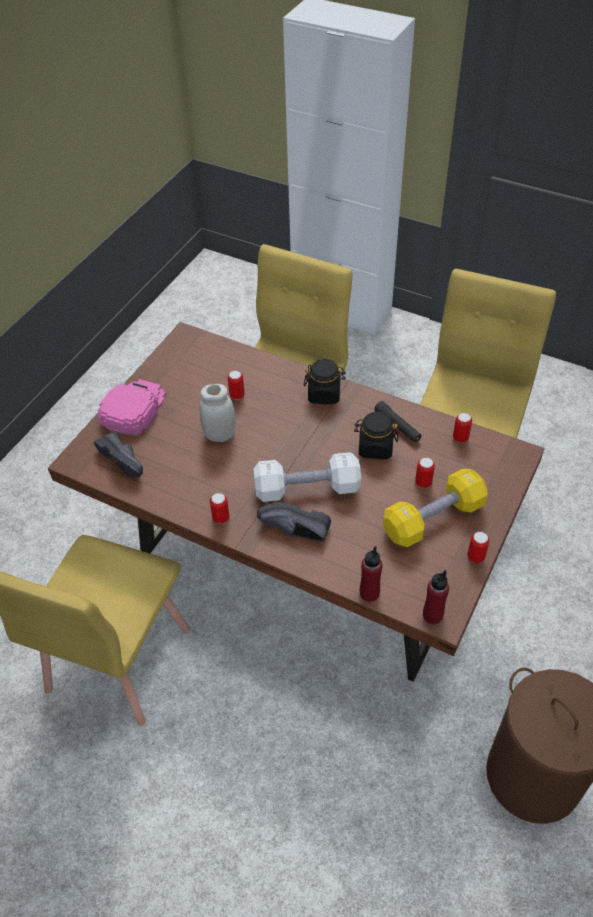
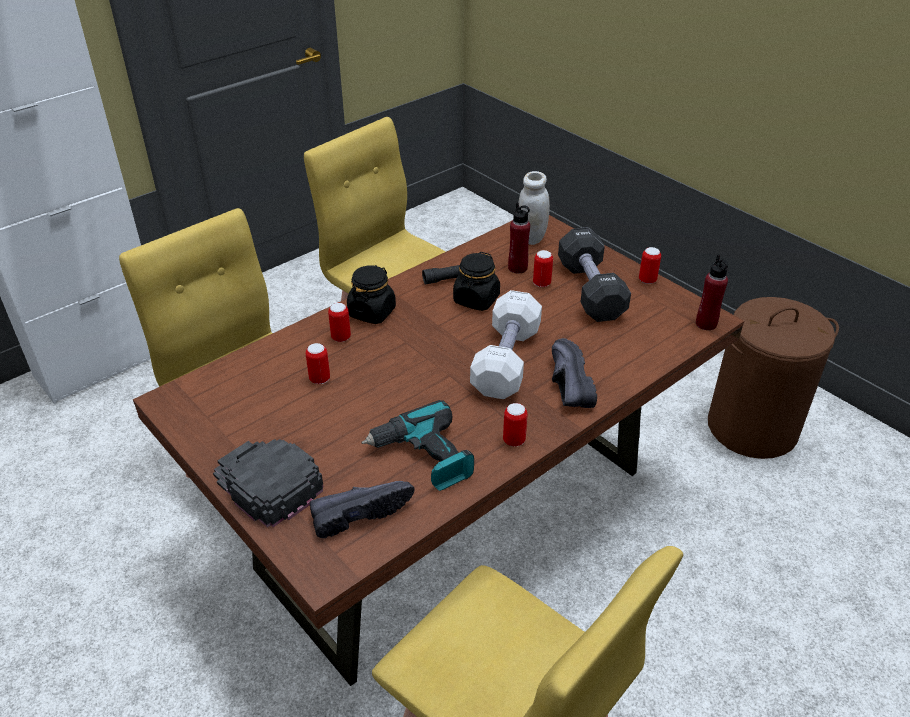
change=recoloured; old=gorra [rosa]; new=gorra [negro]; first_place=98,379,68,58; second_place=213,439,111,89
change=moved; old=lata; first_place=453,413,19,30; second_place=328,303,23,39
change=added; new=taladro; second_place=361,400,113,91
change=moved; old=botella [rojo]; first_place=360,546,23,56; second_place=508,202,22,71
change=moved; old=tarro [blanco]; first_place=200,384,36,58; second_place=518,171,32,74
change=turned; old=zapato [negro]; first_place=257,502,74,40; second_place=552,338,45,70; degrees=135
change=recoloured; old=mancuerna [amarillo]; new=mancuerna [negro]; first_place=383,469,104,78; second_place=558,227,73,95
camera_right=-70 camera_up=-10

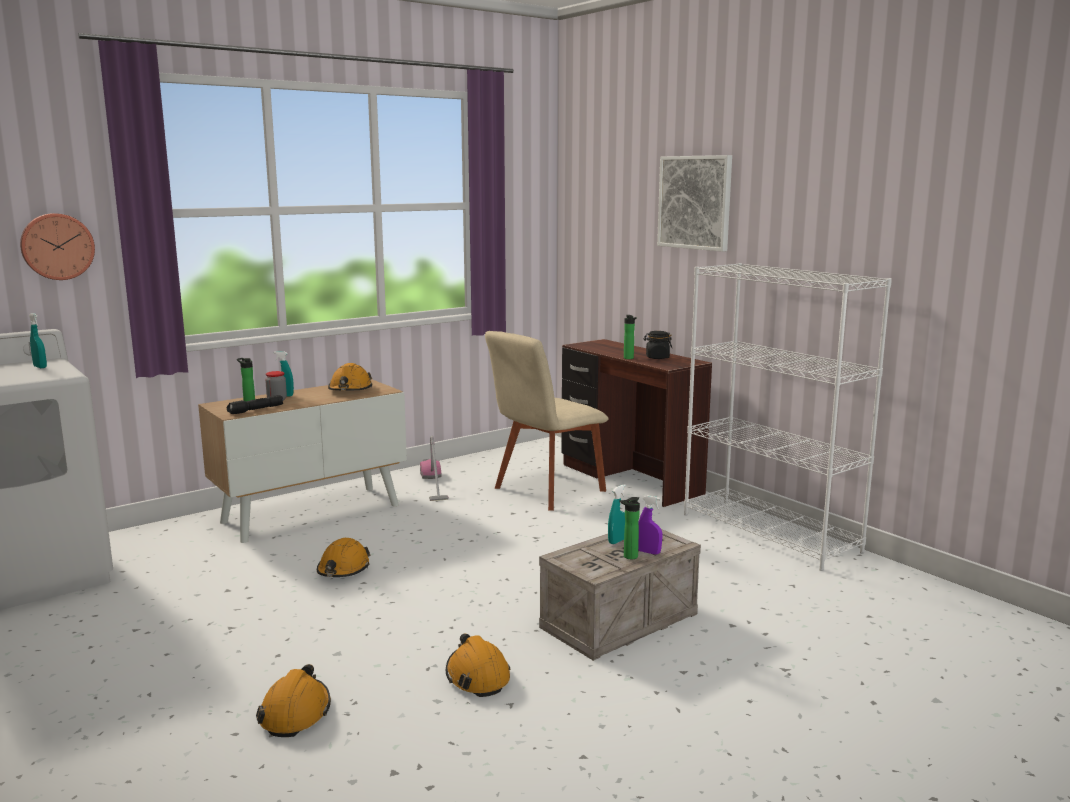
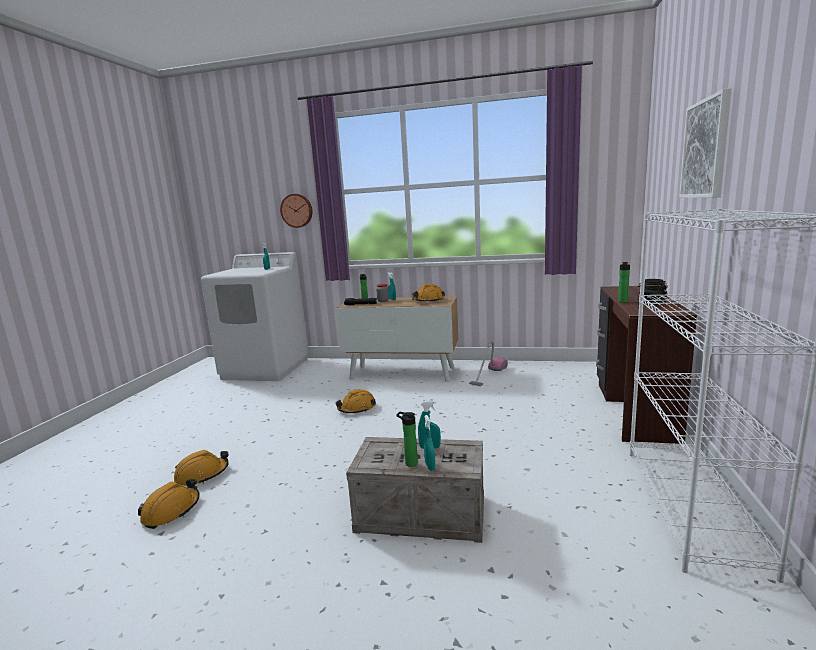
change=moved; old=casco [naranja]; first_place=446,634,65,63; second_place=138,479,62,50
change=recoloured; old=pulverizador [morado]; new=pulverizador [turquesa]; first_place=638,495,25,59; second_place=424,415,11,56
change=removed; old=silla [beis]; first_place=485,331,124,180
camera_right=50 camera_up=0

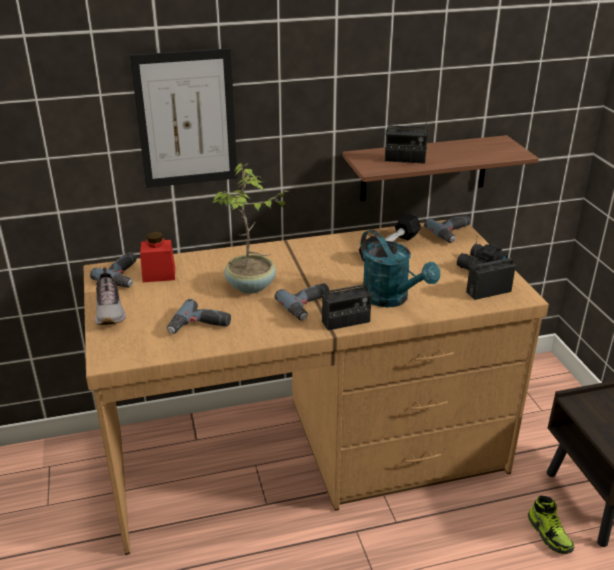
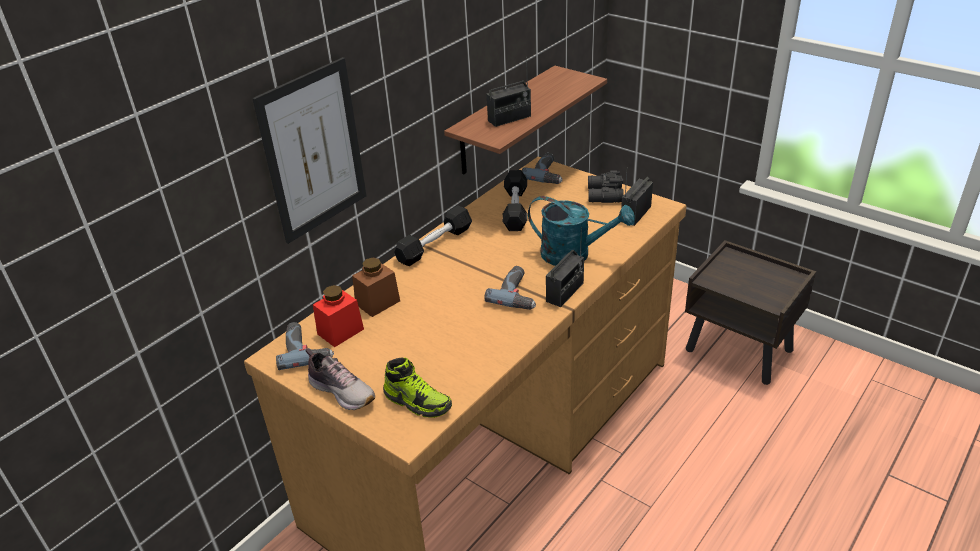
change=added; new=tarro [marrón]; second_place=352,258,48,59
change=moved; old=zapato; first_place=528,496,47,58; second_place=383,357,69,61
change=added; new=mancuerna [negro]; second_place=394,205,78,61
change=removed; old=taladro; first_place=167,299,64,35
change=removed; old=planta en maceta; first_place=212,163,78,131
camera_right=-35 camera_up=5

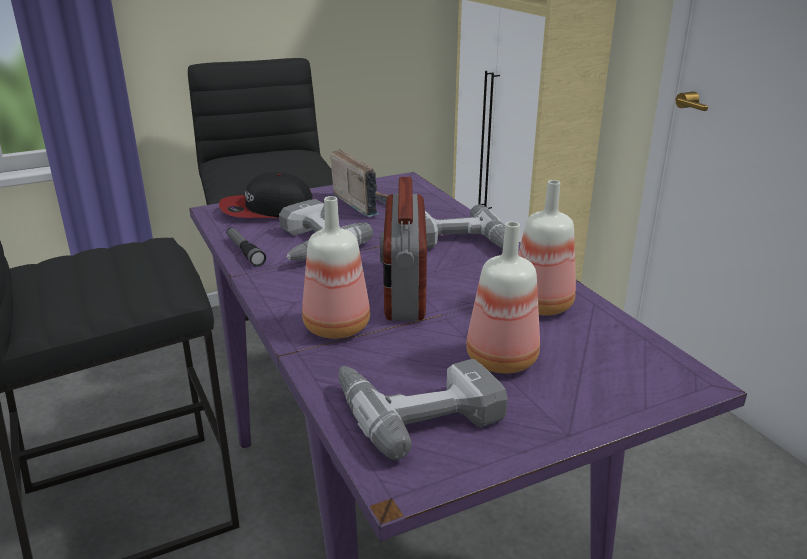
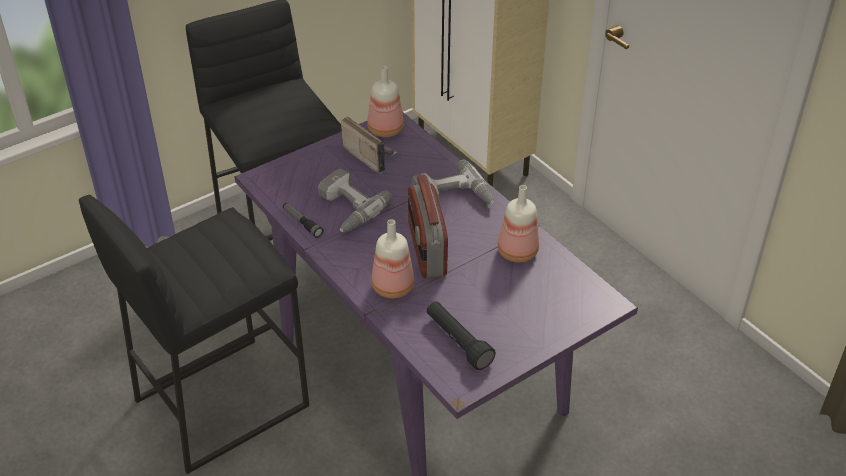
change=moved; old=botella; first_place=466,221,74,153; second_place=367,66,37,71
change=replaced; old=taladro; new=linterna [negro]; first_place=338,359,170,101; second_place=426,301,70,69
change=removed; old=gorra; first_place=219,172,93,46
camera_right=-10 camera_up=15

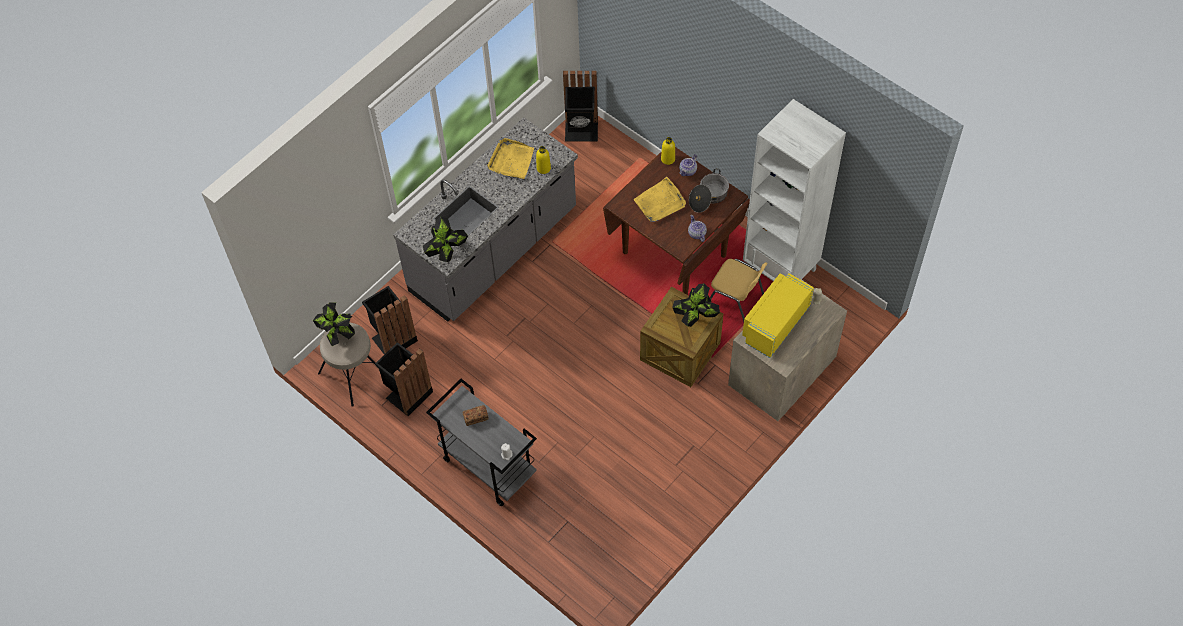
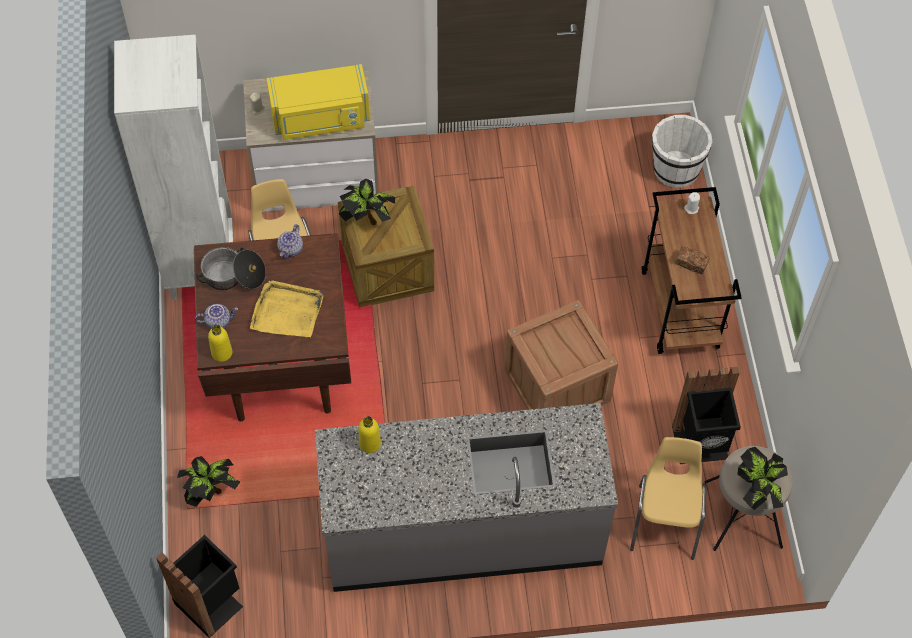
change=moved; old=planta en maceta; first_place=423,217,45,45; second_place=177,456,64,51
change=added; new=caja de embalaje; second_place=504,300,114,110
change=replaced; old=papelera [negro]; new=silla [amarillo]; first_place=362,286,56,69; second_place=630,437,76,123
change=recoloured; old=carrito [gris]; new=carrito [marrón]; first_place=426,379,111,127; second_place=642,187,100,167
change=added; new=cubo [blanco]; second_place=652,115,60,73
change=removed; old=bandeja [amarillo]; first_place=487,138,47,41
camera_right=-140 camera_up=0

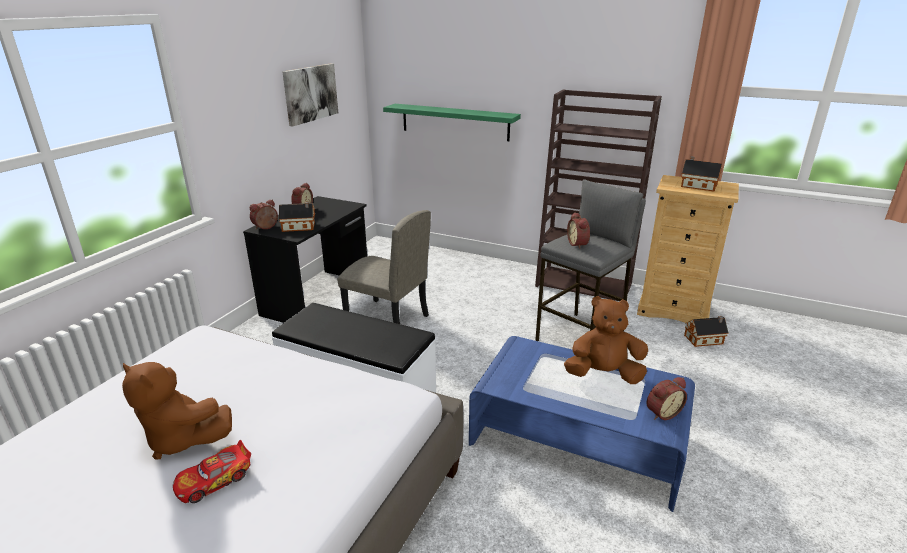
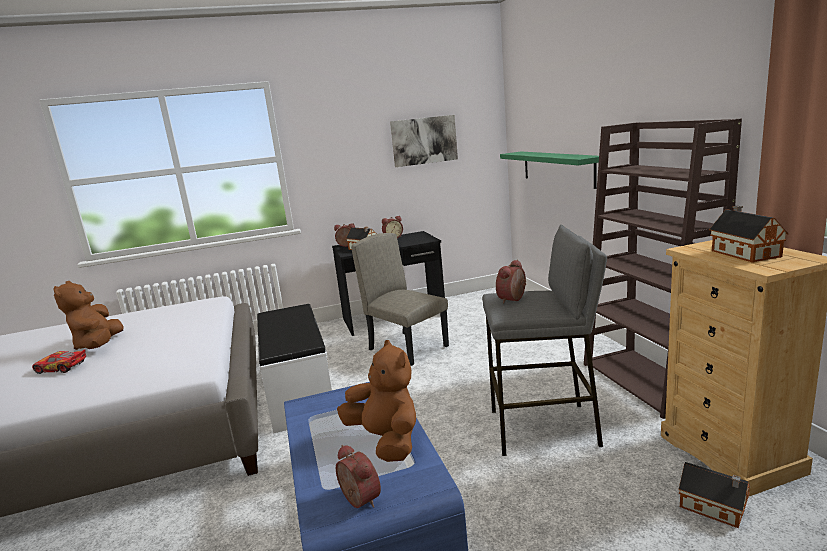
change=turned; old=despertador; first_place=647,377,40,43; second_place=336,445,45,63; degrees=-150
change=turned; old=silla [beis]; first_place=337,210,94,114; second_place=351,233,98,133; degrees=150
camera_right=50 camera_up=-10

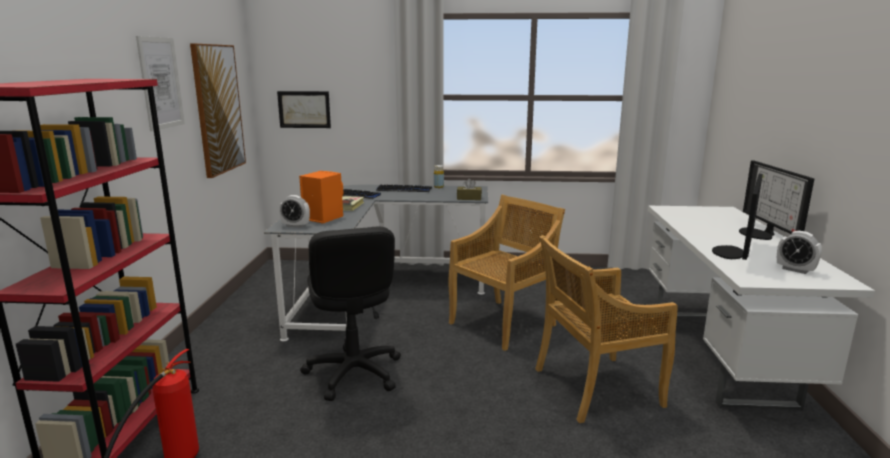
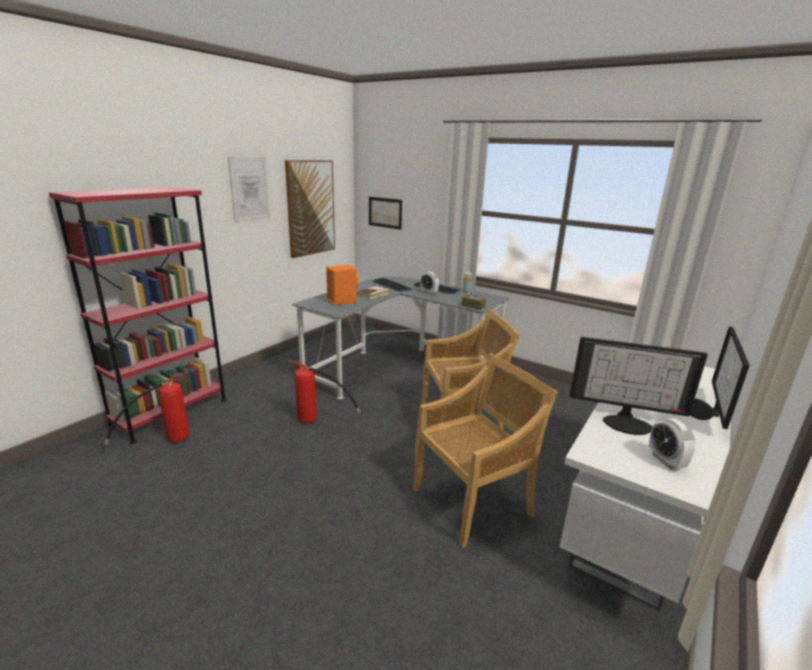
change=replaced; old=silla de oficina [negro]; new=extintor; first_place=300,227,101,174; second_place=288,360,72,64
change=turned; old=silla [beis]; first_place=535,235,143,188; second_place=413,353,145,195; degrees=135
change=moved; old=despertador; first_place=279,195,31,33; second_place=420,272,19,23
change=turned; old=monitor; first_place=712,174,51,86; second_place=570,337,138,98; degrees=-135
camera_right=30 camera_up=5

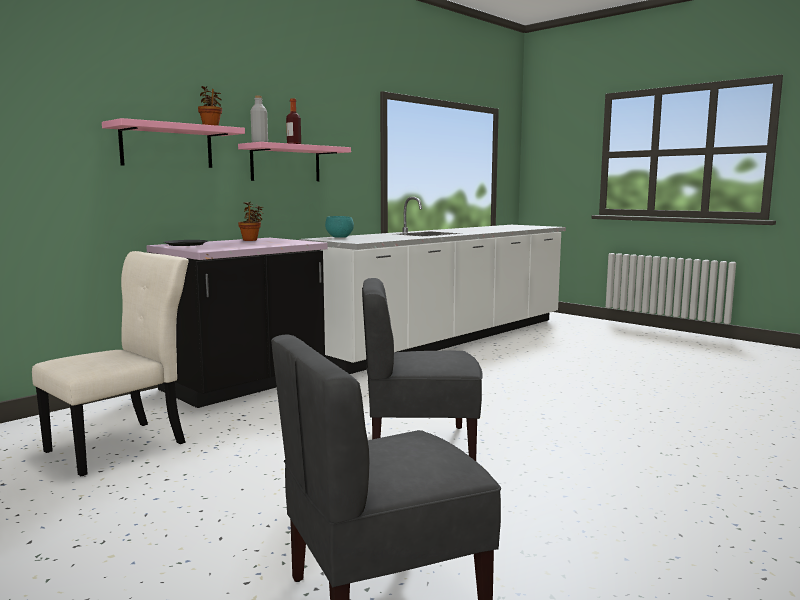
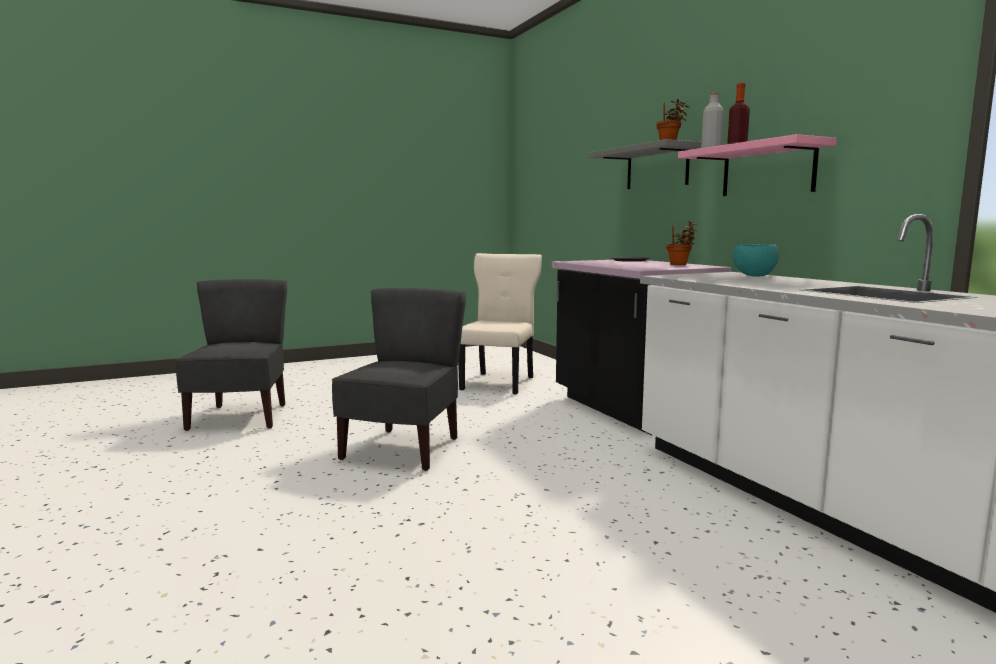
change=turned; old=silla [beis]; first_place=32,251,157,225; second_place=458,253,84,142; degrees=-135
change=recoloured; old=estante [rosa]; new=estante [gris]; first_place=102,118,143,50; second_place=589,139,112,50
camera_right=110 camera_up=0

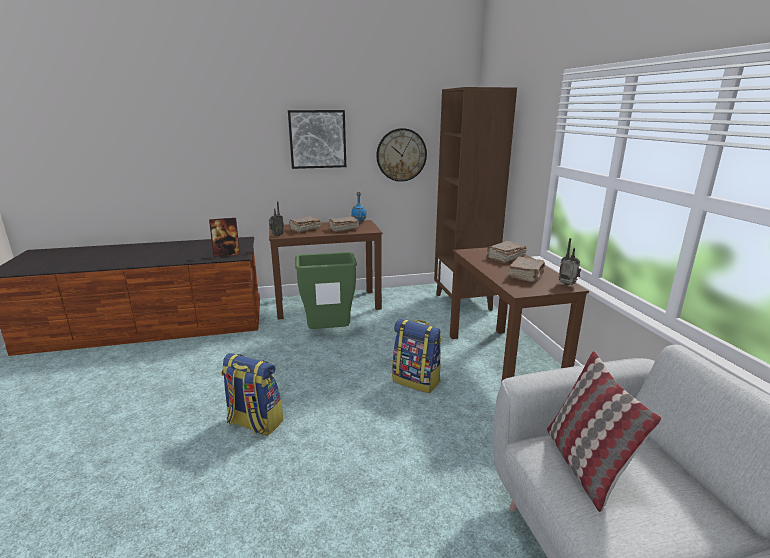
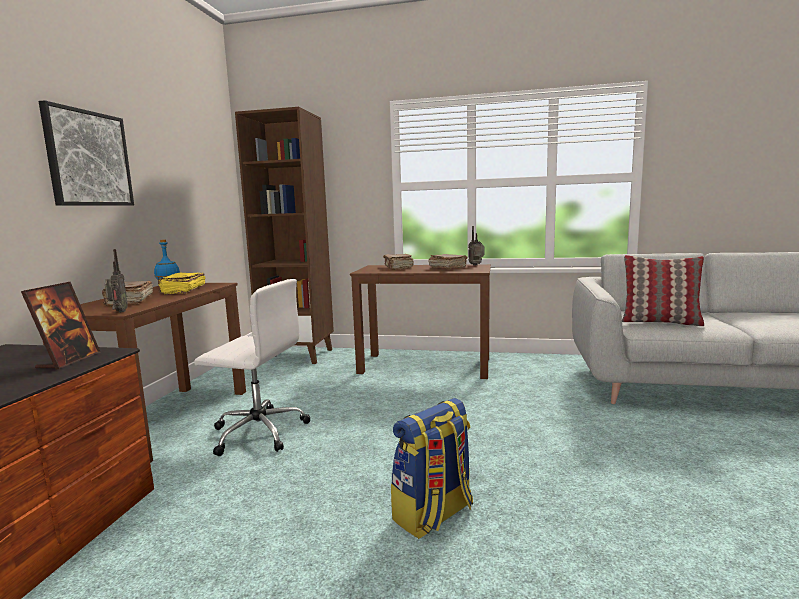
change=recoloured; old=libro [marrón]; new=libro [amarillo]; first_place=329,217,30,15; second_place=158,273,47,21
change=replaced; old=papelera [verde]; new=silla de oficina [blanco]; first_place=295,252,62,77; second_place=194,279,116,177
change=removed; old=reloj de pared; first_place=376,128,51,54
change=removed; old=mochila; first_place=392,319,50,74
camera_right=-65 camera_up=-10

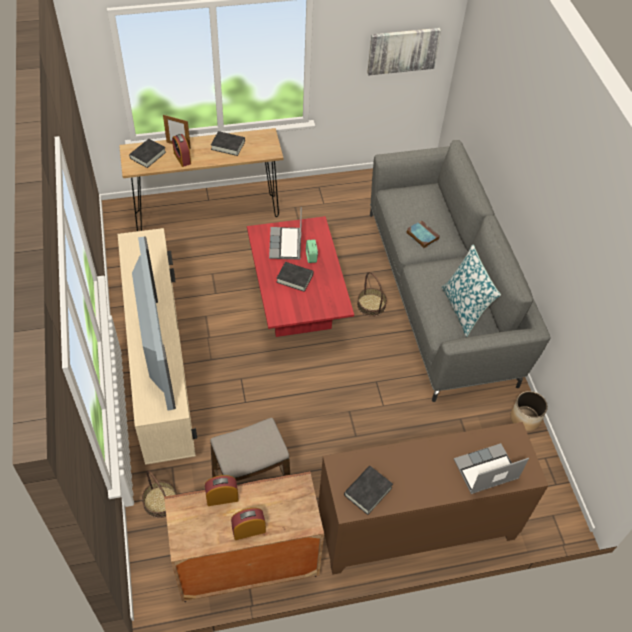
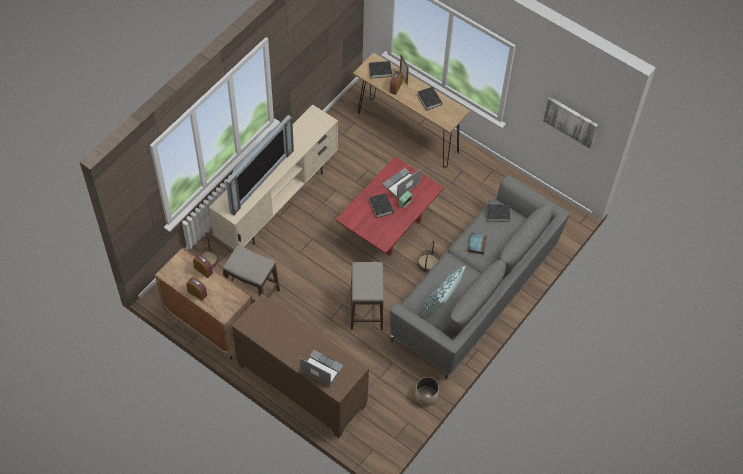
change=added; new=taburete; second_place=351,262,33,68
change=moved; old=libro [negro]; first_place=344,466,49,49; second_place=487,204,23,18
camera_right=50 camera_up=5

